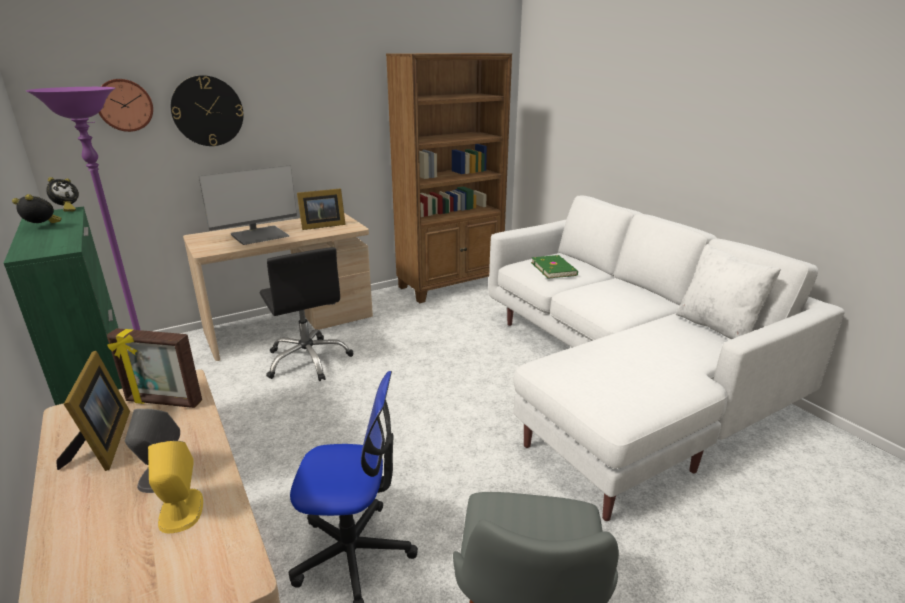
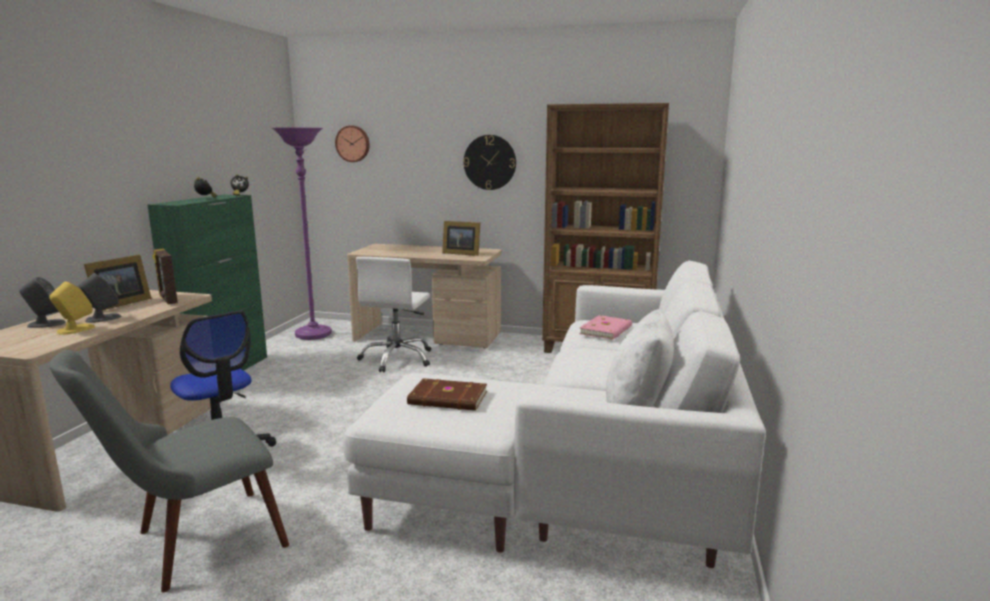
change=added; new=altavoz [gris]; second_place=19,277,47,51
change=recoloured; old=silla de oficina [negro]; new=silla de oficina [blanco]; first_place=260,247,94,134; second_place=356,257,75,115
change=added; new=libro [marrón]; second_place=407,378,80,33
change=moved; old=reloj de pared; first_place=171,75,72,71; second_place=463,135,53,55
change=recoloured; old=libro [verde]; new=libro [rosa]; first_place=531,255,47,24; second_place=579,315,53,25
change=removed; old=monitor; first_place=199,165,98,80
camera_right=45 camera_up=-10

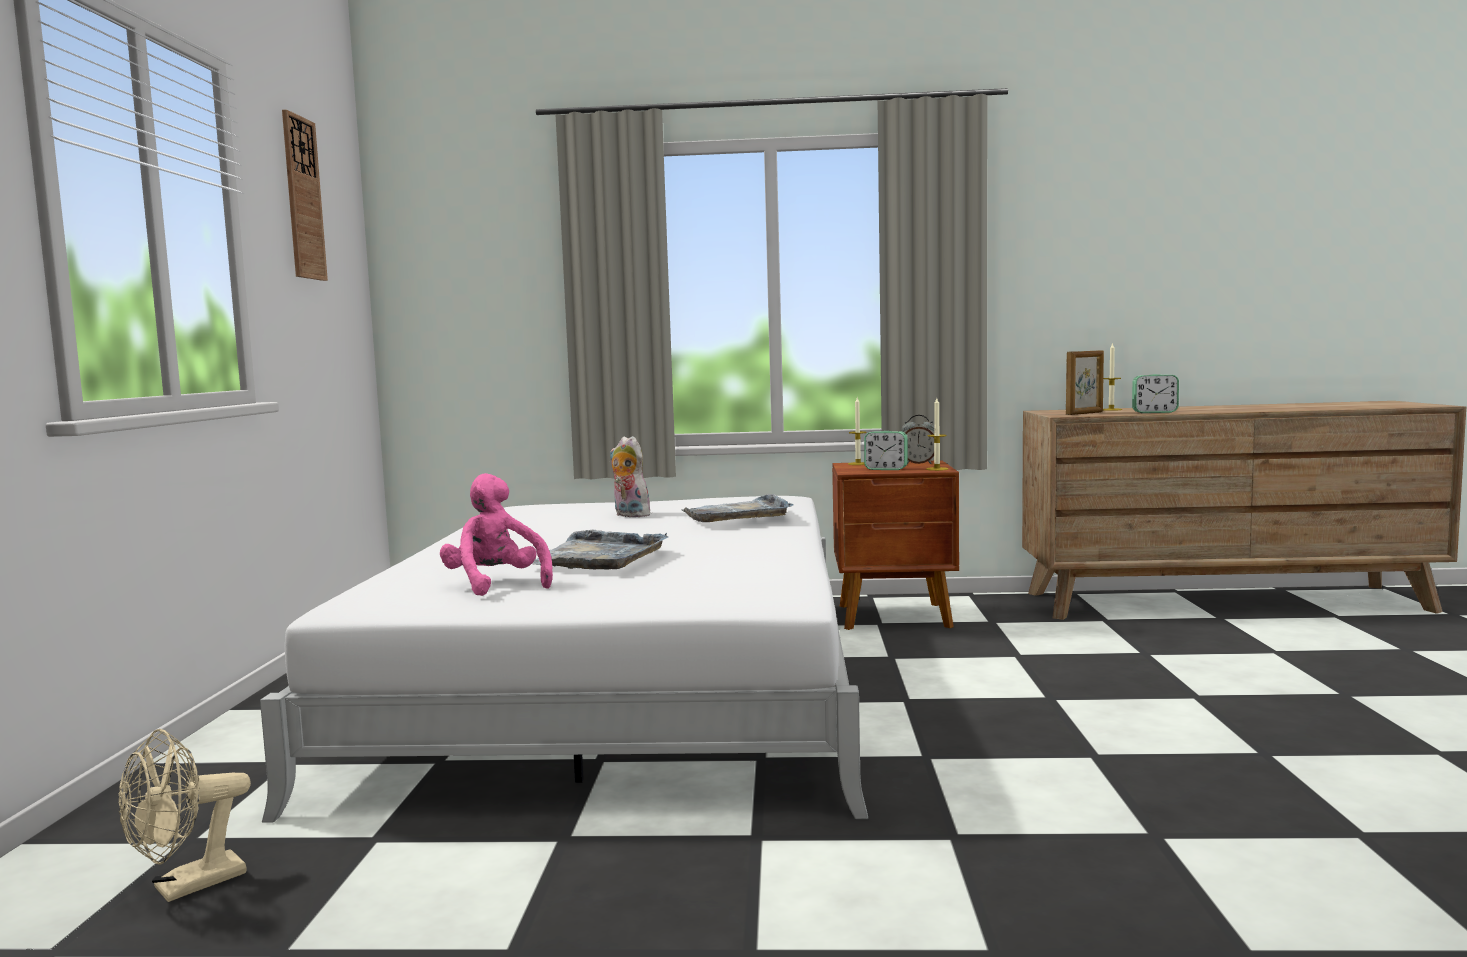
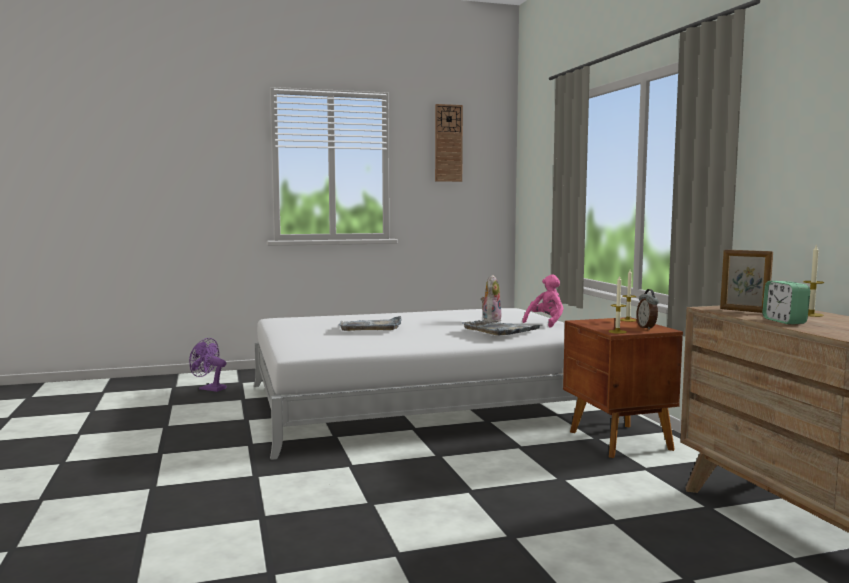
change=recoloured; old=ventilador [beis]; new=ventilador [morado]; first_place=119,729,132,173; second_place=189,338,37,54
change=moved; old=peluche [rosa]; first_place=440,473,113,123; second_place=522,274,42,54
change=removed; old=despertador; first_place=864,431,44,39
camera_right=70 camera_up=0

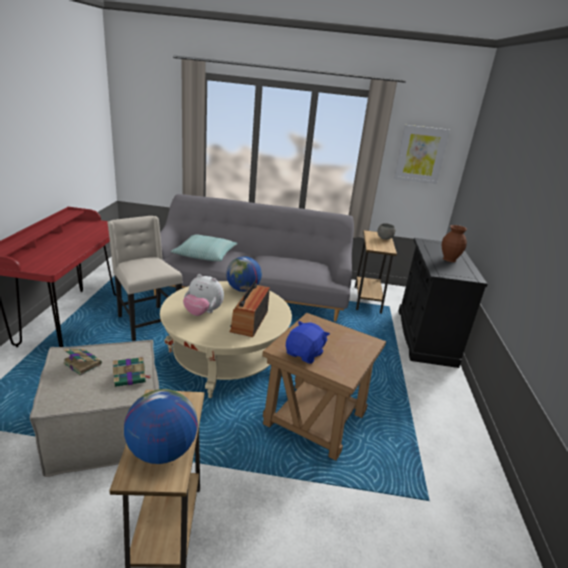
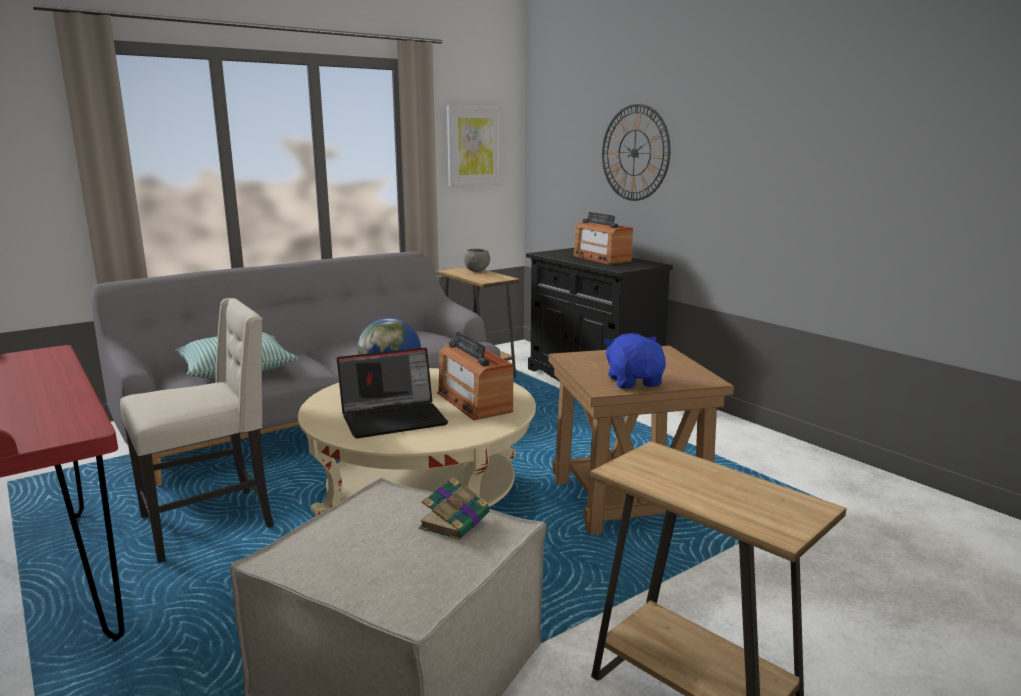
change=turned; old=silla [beis]; first_place=107,216,75,125; second_place=120,298,154,265; degrees=135
change=replaced; old=peluche; new=portátil; first_place=183,274,41,42; second_place=337,347,111,91
change=replaced; old=florero [marrón]; new=radio; first_place=442,225,25,37; second_place=573,212,60,52
change=added; new=reloj de pared; second_place=602,104,68,97
change=removed; old=libro; first_place=63,349,39,26
change=removed; old=globo terráqueo; first_place=124,389,74,75
camera_right=-40 camera_up=-10

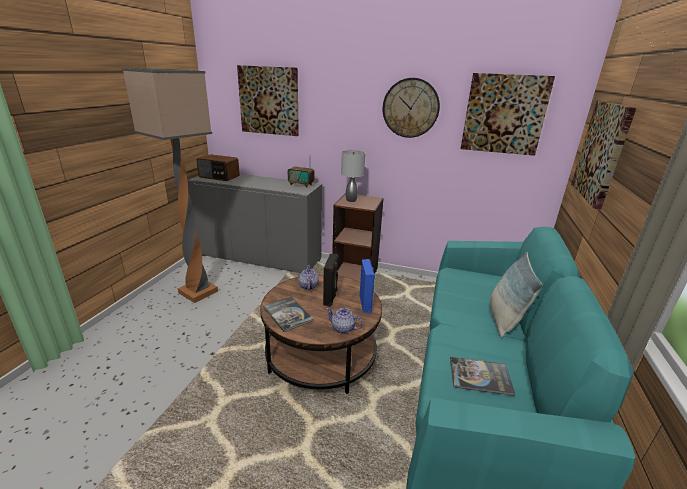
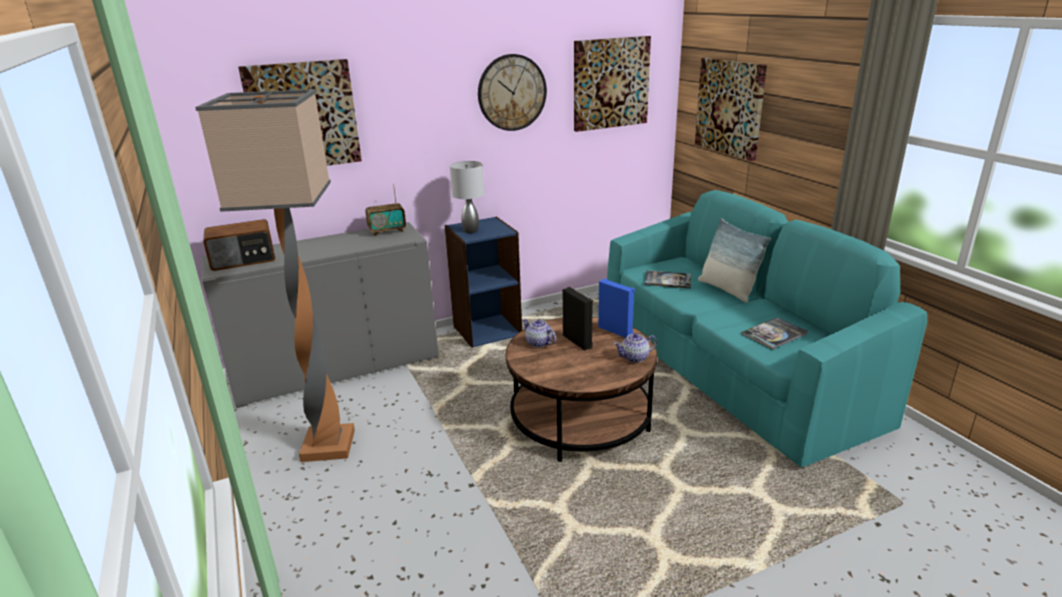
change=recoloured; old=estantería [marrón]; new=estantería [azul]; first_place=332,193,52,89; second_place=445,216,77,132
change=moved; old=libro; first_place=263,296,51,36; second_place=644,270,47,19
camera_right=-40 camera_up=0

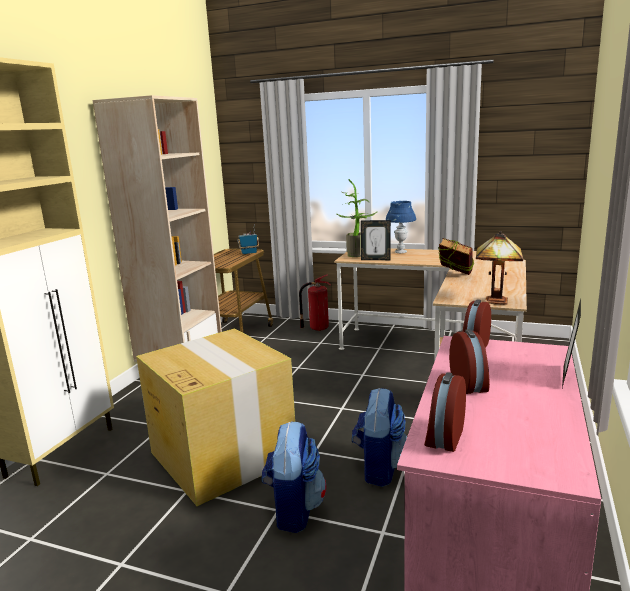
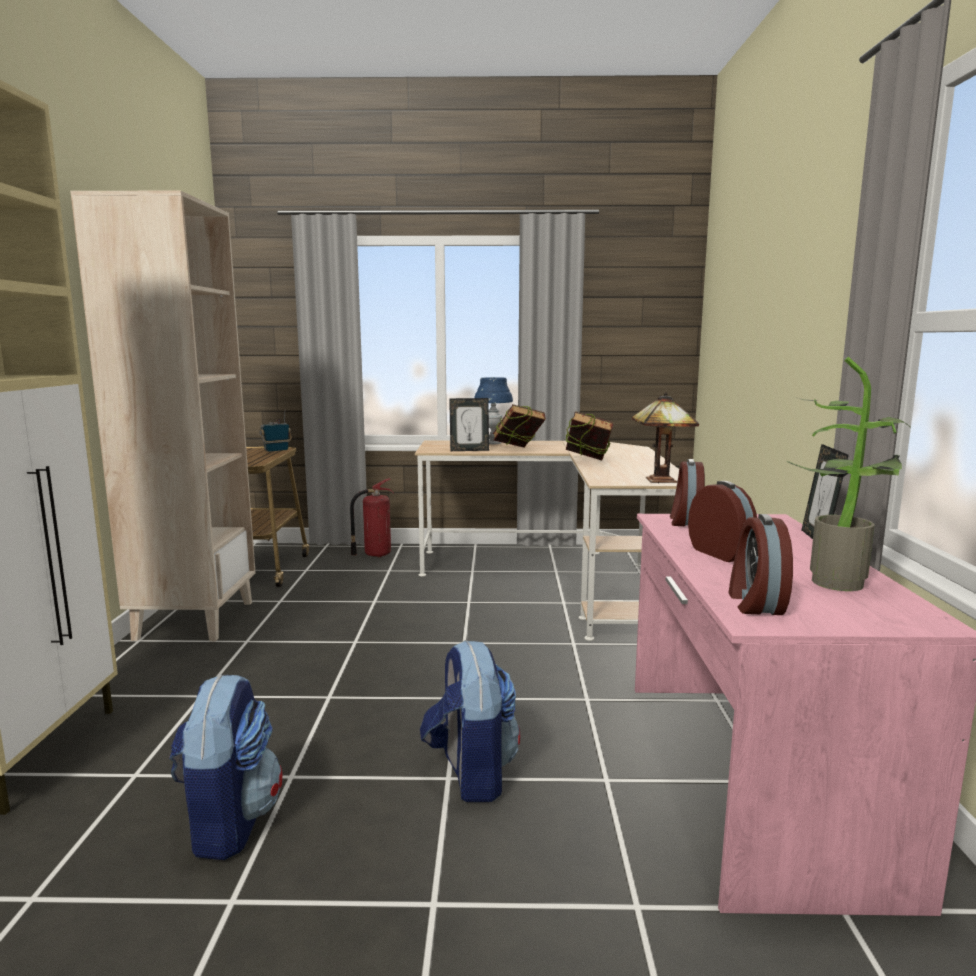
change=moved; old=mochila; first_place=352,388,55,99; second_place=169,674,114,186
change=added; new=libro; second_place=493,405,52,43
change=moved; old=planta en maceta; first_place=337,179,40,78; second_place=787,357,124,234
change=removed; old=caja de cartón; first_place=136,328,159,178
camera_right=-20 camera_up=-5

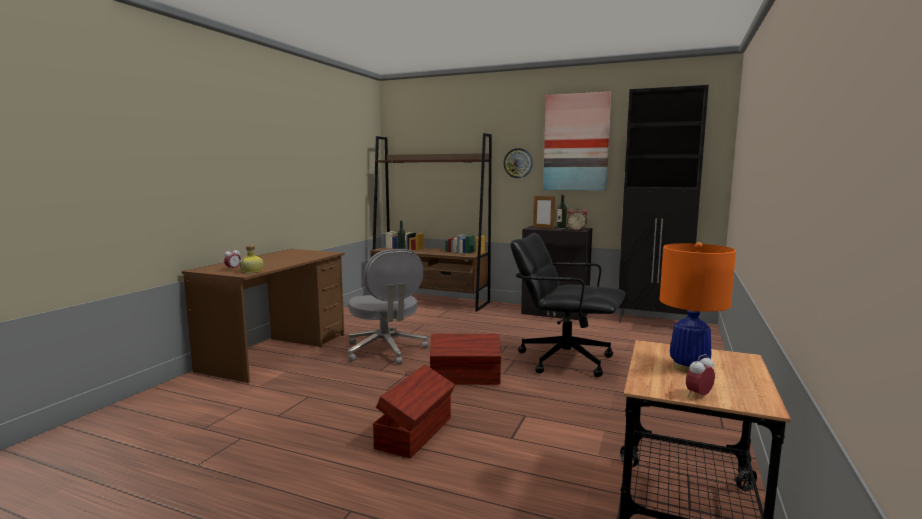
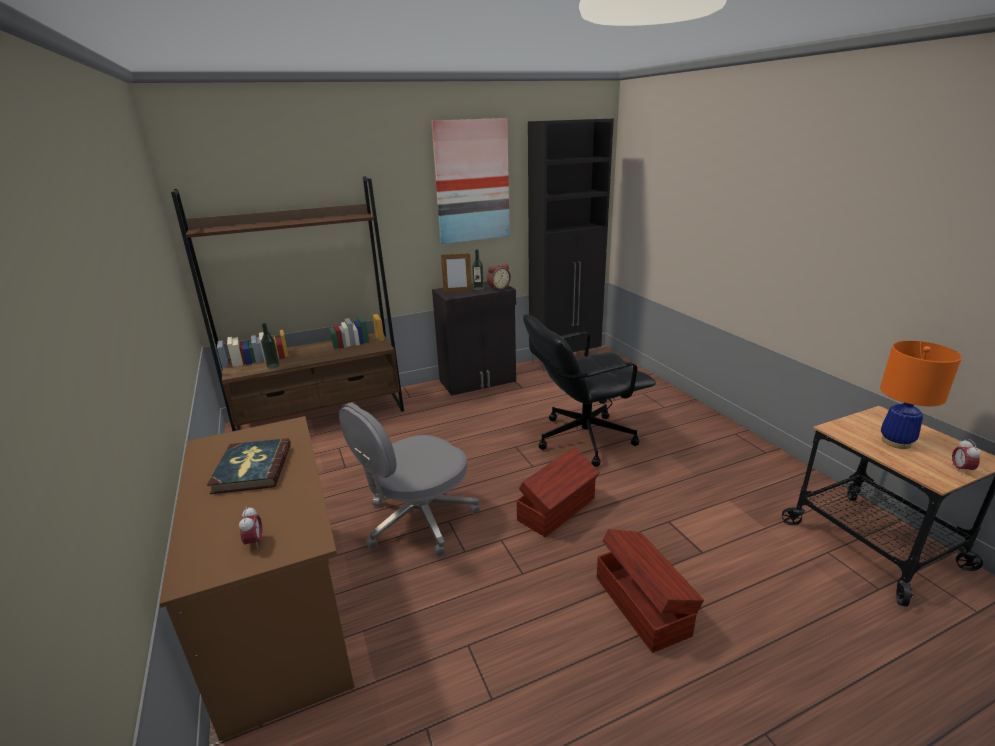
change=added; new=libro; second_place=207,438,84,56
change=turned; old=silla de oficina [gris]; first_place=348,249,80,116; second_place=339,403,141,153; degrees=120
change=removed; old=botella; first_place=240,245,23,28
change=removed; old=reloj de pared; first_place=503,148,30,30
camera_right=-45 camera_up=15

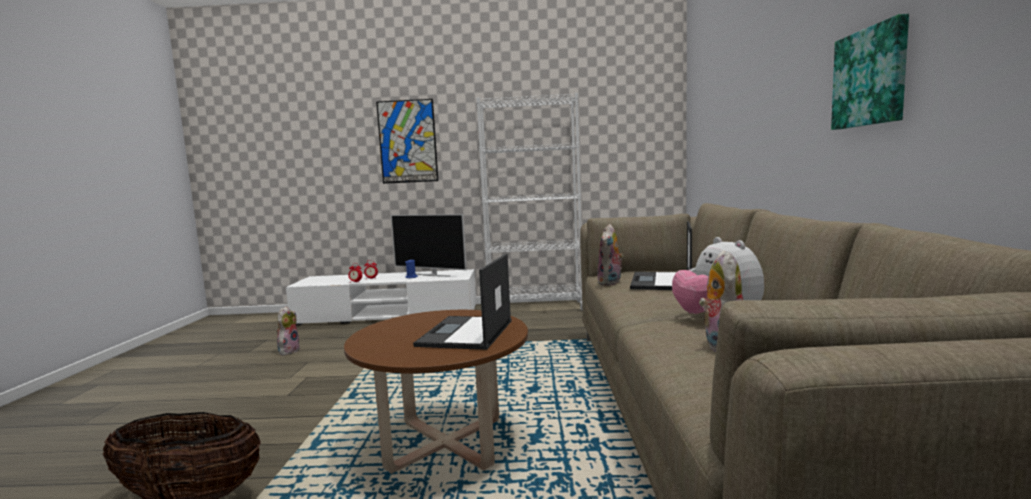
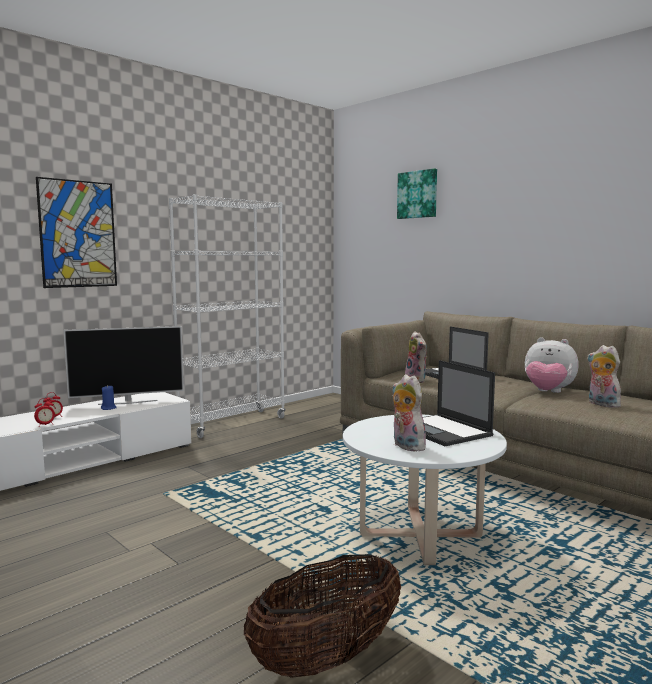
change=recoloured; old=mesa de centro [marrón]; new=mesa de centro [blanco]; first_place=344,310,184,164; second_place=343,415,164,150
change=moved; old=peluche; first_place=276,306,24,50; second_place=392,374,38,77
change=moved; old=cuadro; first_place=831,14,78,116; second_place=397,168,40,51
camera_right=-45 camera_up=0

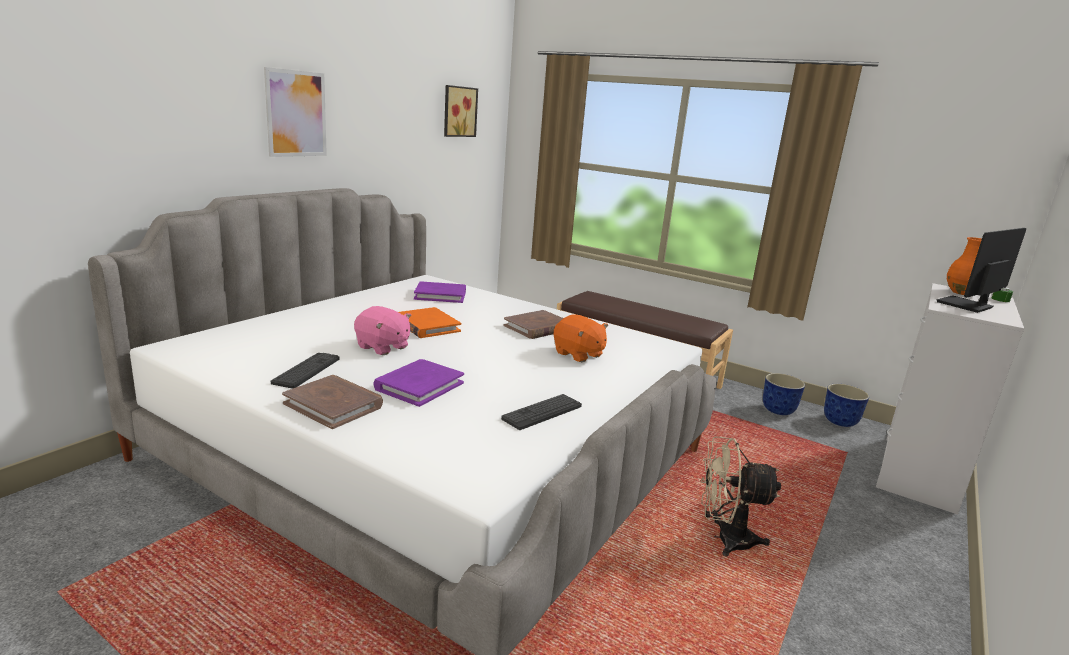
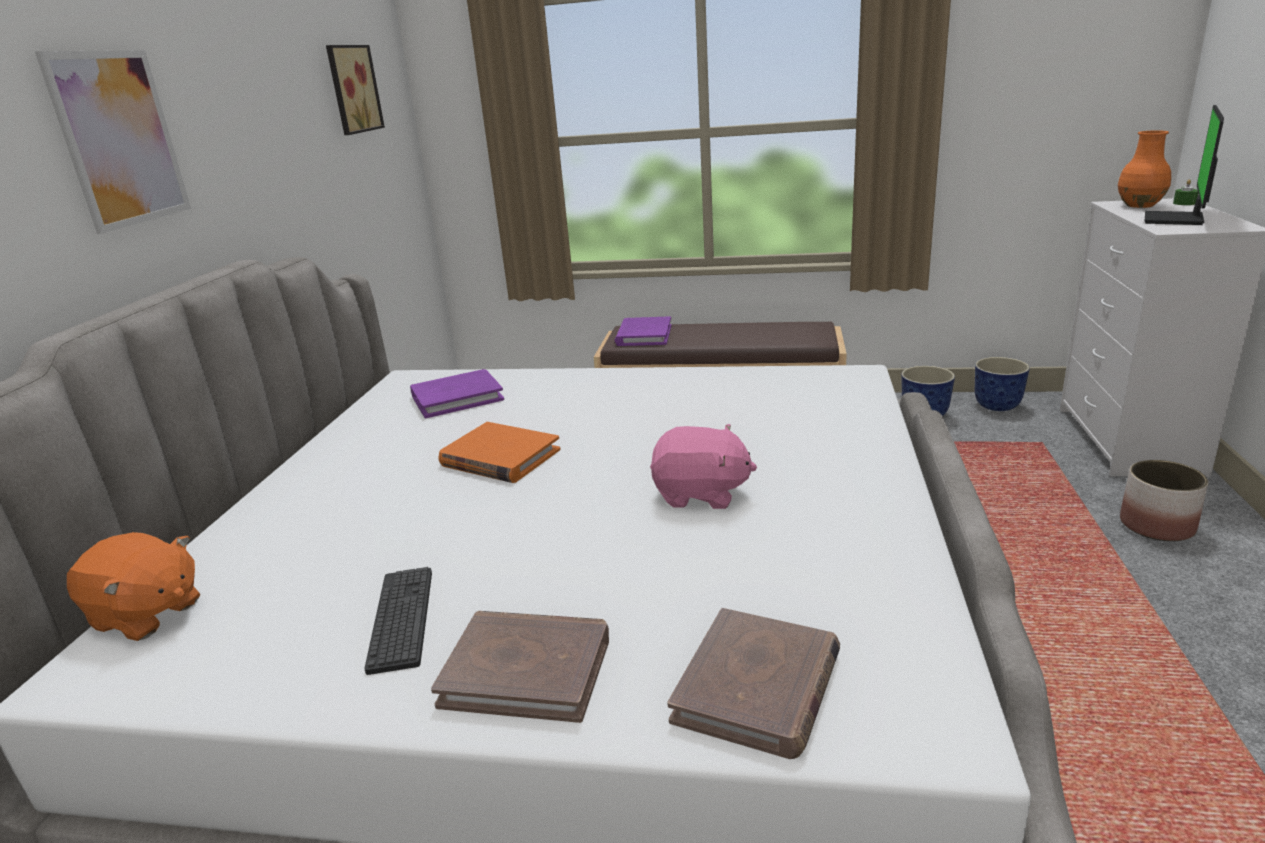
change=moved; old=peluche [naranja]; first_place=554,314,54,48; second_place=67,532,133,109
change=moved; old=libro [morado]; first_place=373,359,91,48; second_place=615,316,57,30
change=moved; old=peluche [rosa]; first_place=354,306,57,49; second_place=650,424,107,85
change=moved; old=libro [marrón]; first_place=503,310,60,29; second_place=667,608,173,151
change=added; new=maceta; second_place=1120,460,88,81
change=removed; old=teclado; first_place=501,394,81,36
change=removed; old=ventilador [beis]; first_place=701,436,80,121
camera_right=-20 camera_up=5

